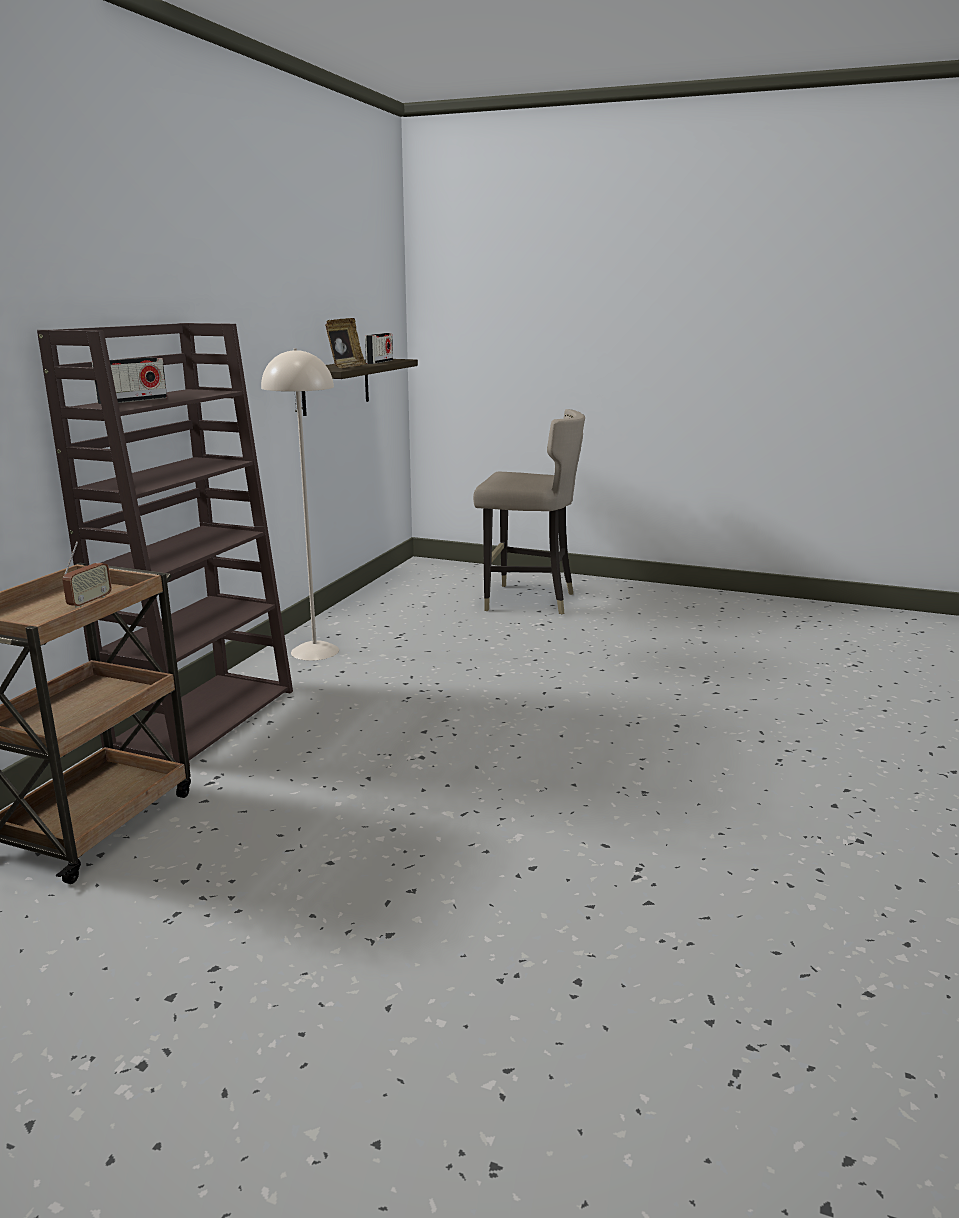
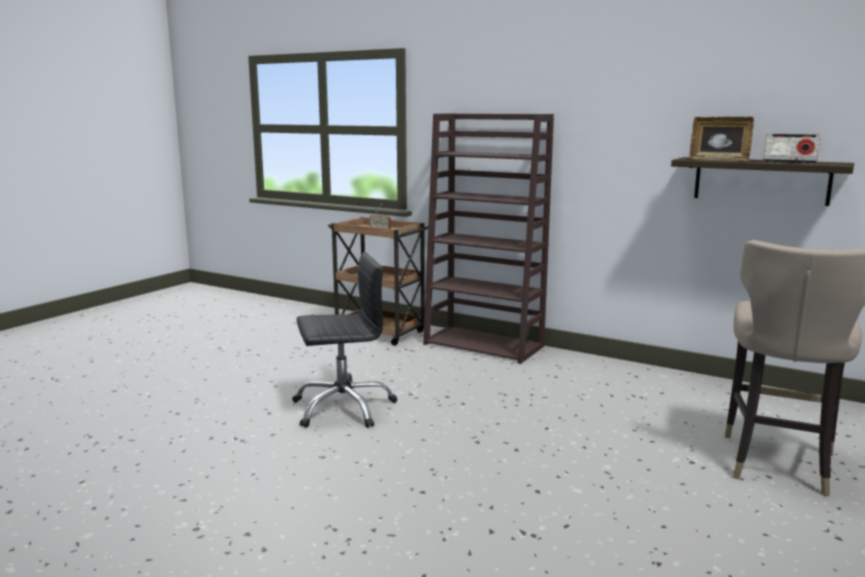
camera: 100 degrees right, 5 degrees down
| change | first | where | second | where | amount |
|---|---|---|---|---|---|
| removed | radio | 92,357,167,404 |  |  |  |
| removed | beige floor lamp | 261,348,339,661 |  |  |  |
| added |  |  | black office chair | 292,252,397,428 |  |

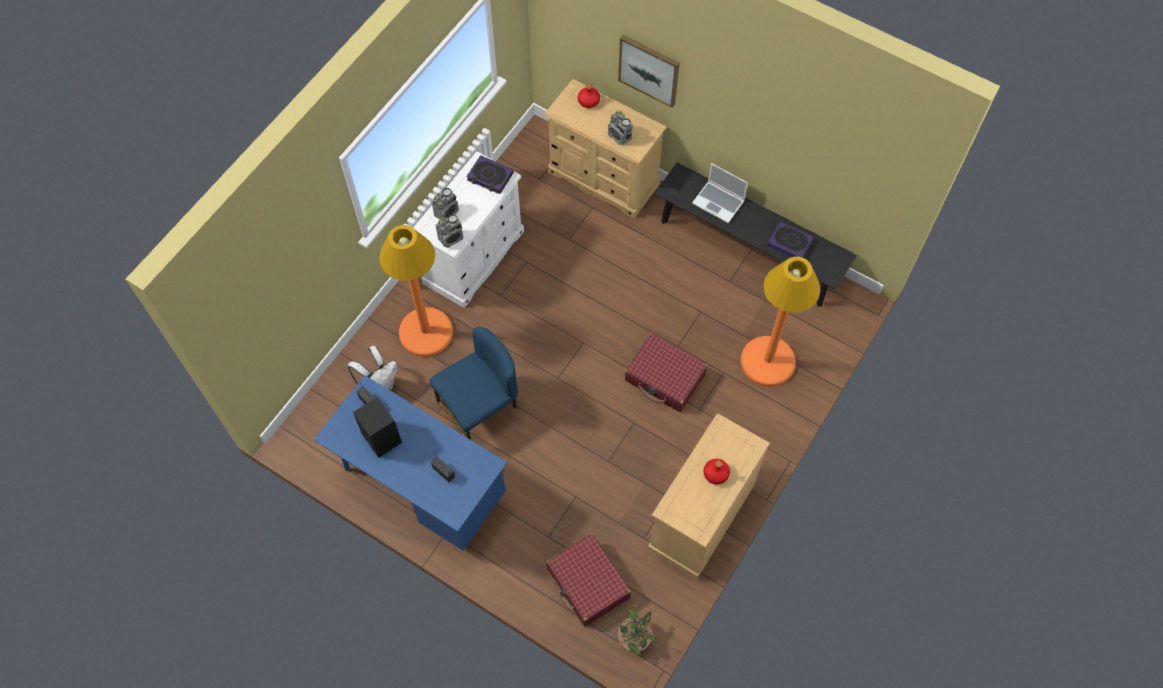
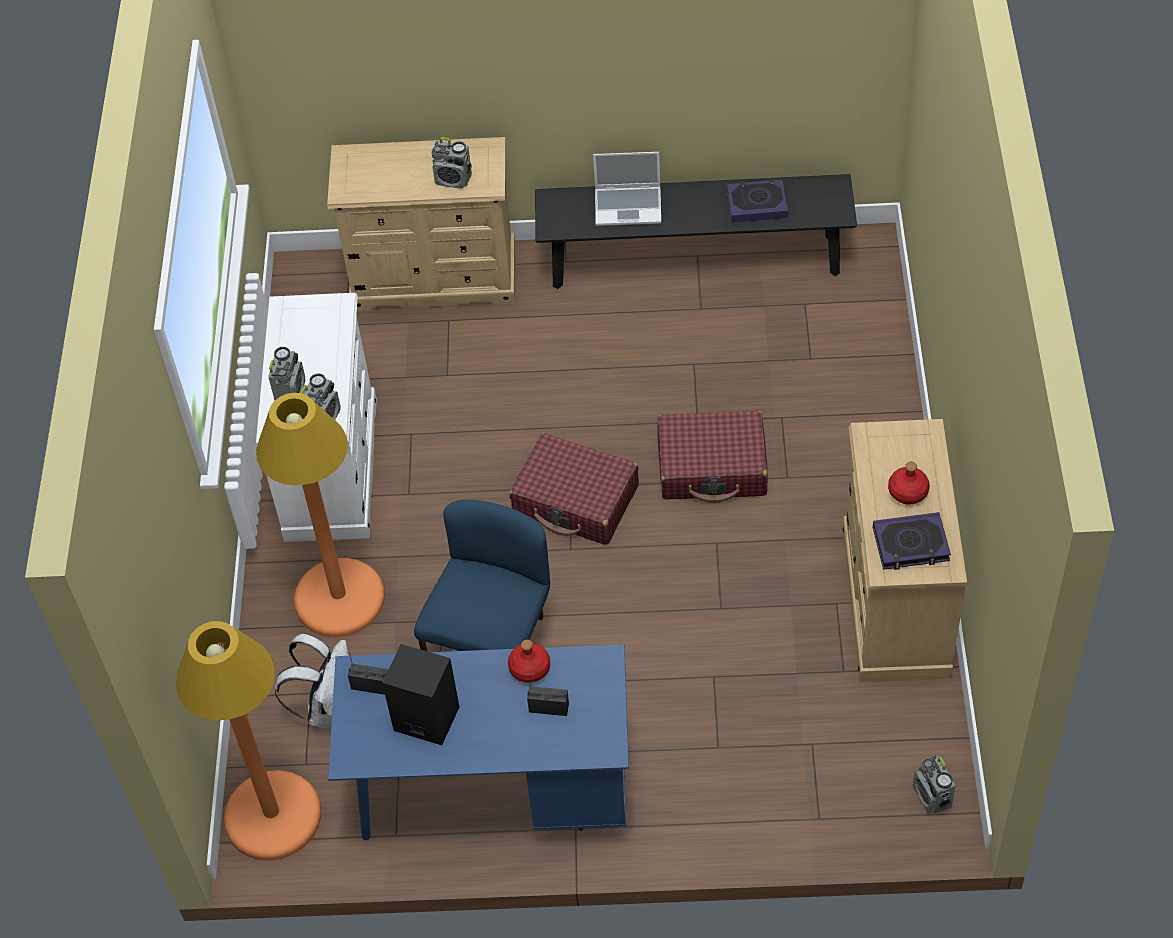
camera: 30 degrees left, 10 degrees down
| change | first | where | second | where | amount |
|---|---|---|---|---|---|
| removed | picture | 618,35,679,108 |  |  |  |
| moved | book | 467,155,514,194 |  | 873,512,951,570 |  |
| moved | red suitcase | 546,533,631,627 |  | 509,433,639,545 |  |
| moved | red bottle | 578,84,600,108 |  | 508,640,550,683 |  |
| moved | orange floor lamp | 741,257,820,387 |  | 176,621,321,861 |  |
| replaced | potted plant | 618,604,657,655 | radio | 913,755,956,814 |  |

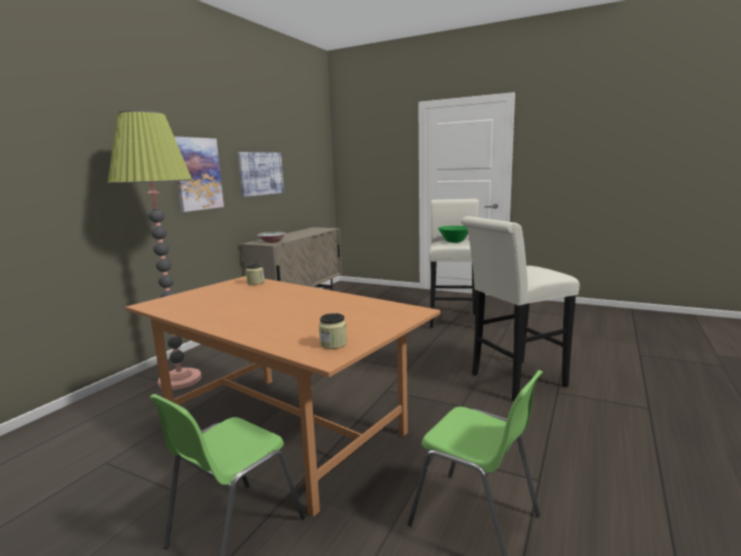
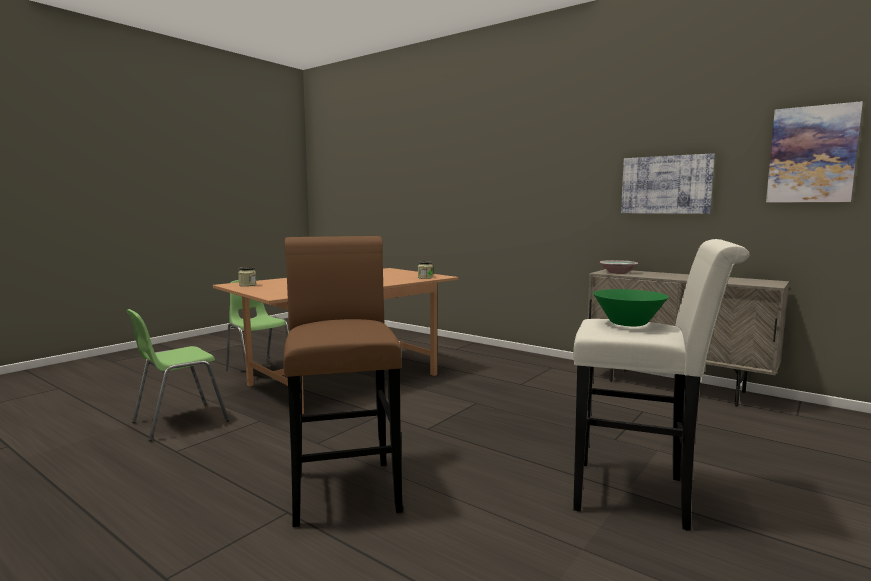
camera: 100 degrees right, 5 degrees down
| change | first | where | second | where | amount |
|---|---|---|---|---|---|
| removed | floor lamp | 107,110,202,390 |  |  |  |
| moved | picture | 174,136,224,212 |  | 766,101,863,202 |  |
| recoloured | white stool | 461,216,580,401 | brown stool | 284,236,403,527 |  |

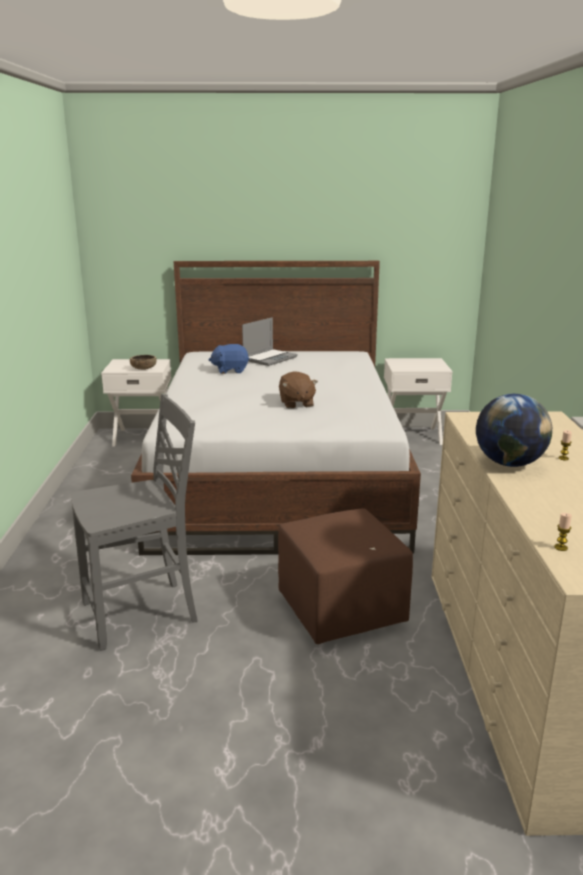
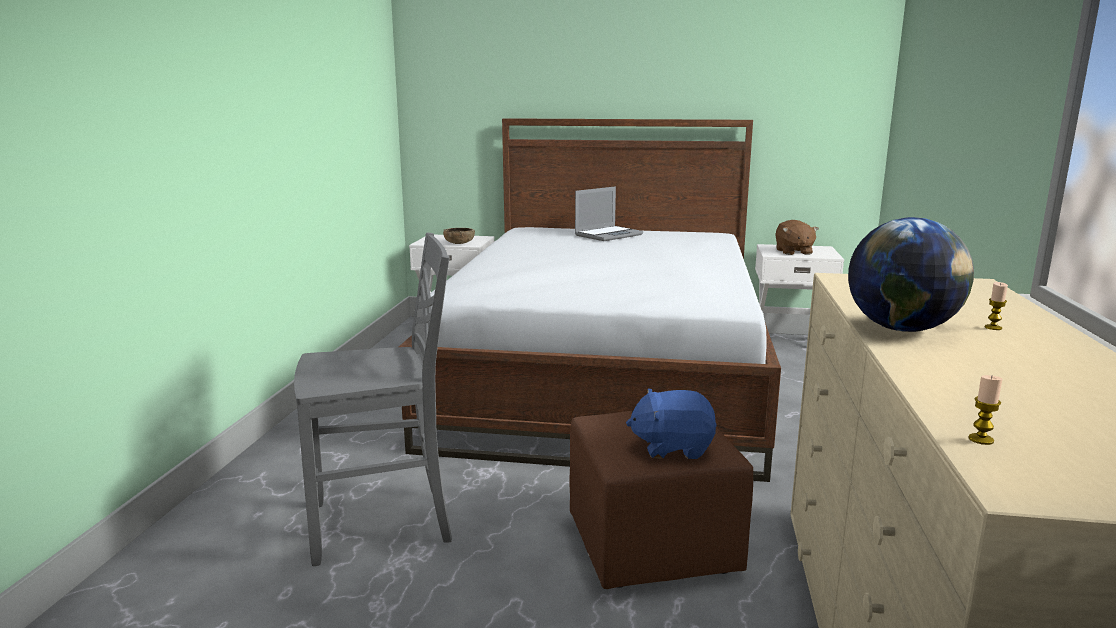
camera: 10 degrees right, 5 degrees down
| change | first | where | second | where | amount |
|---|---|---|---|---|---|
| moved | blue plush toy | 209,344,249,374 |  | 626,388,717,459 |  |
| moved | brown plush toy | 279,371,318,409 |  | 775,220,819,255 |  |

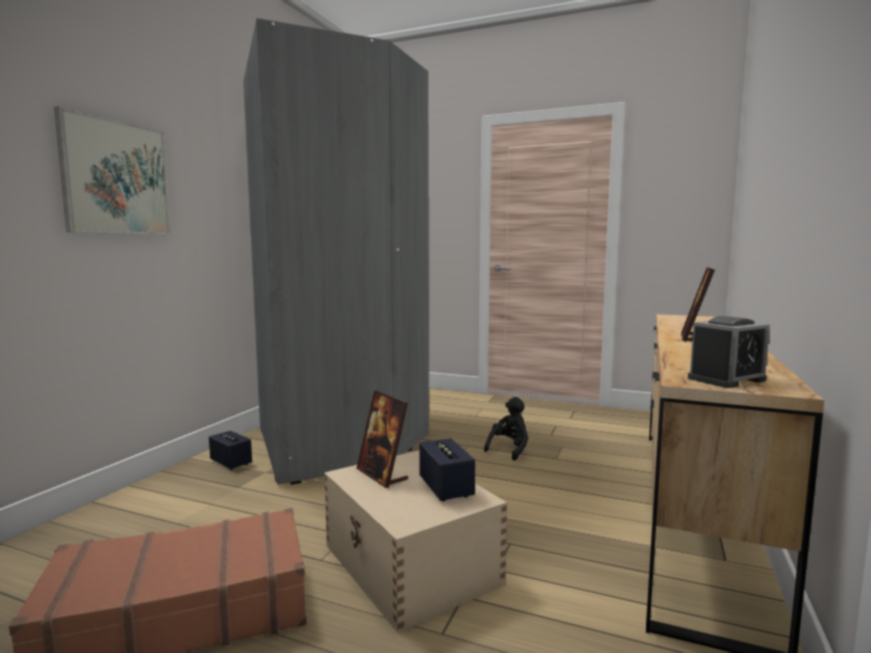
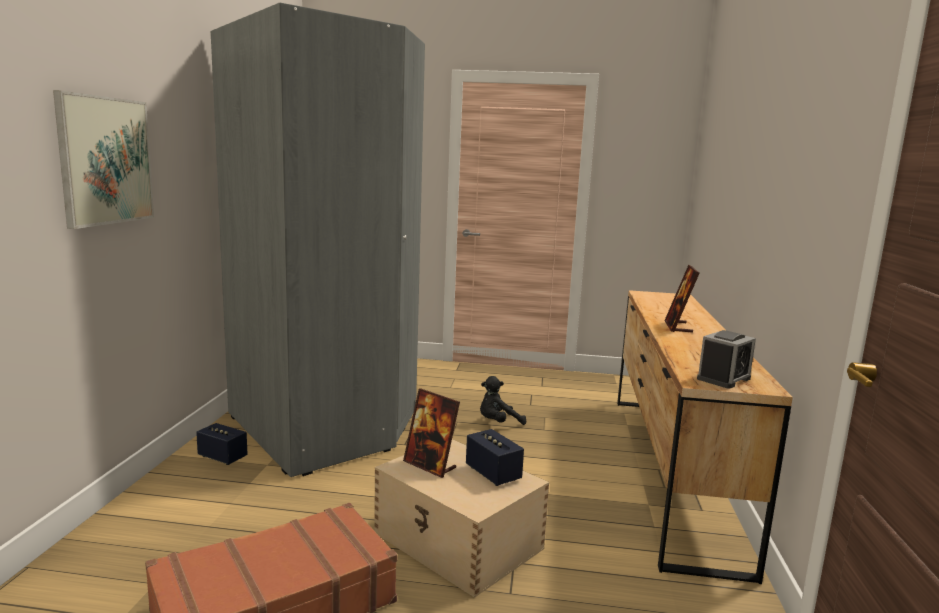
camera: 15 degrees left, 5 degrees up
| change | first | where | second | where | amount |
|---|---|---|---|---|---|
| turned | black plush toy | 484,397,528,461 |  | 480,376,526,425 | 135 degrees counterclockwise |

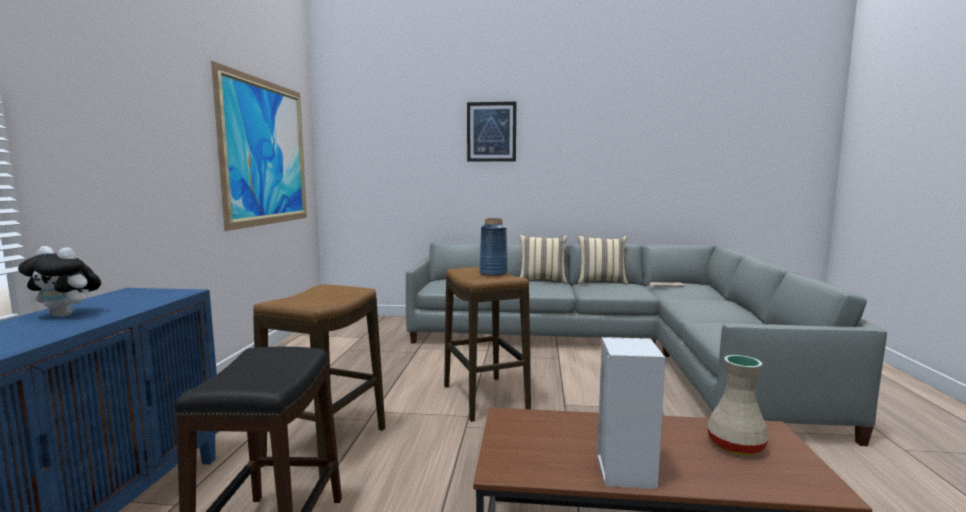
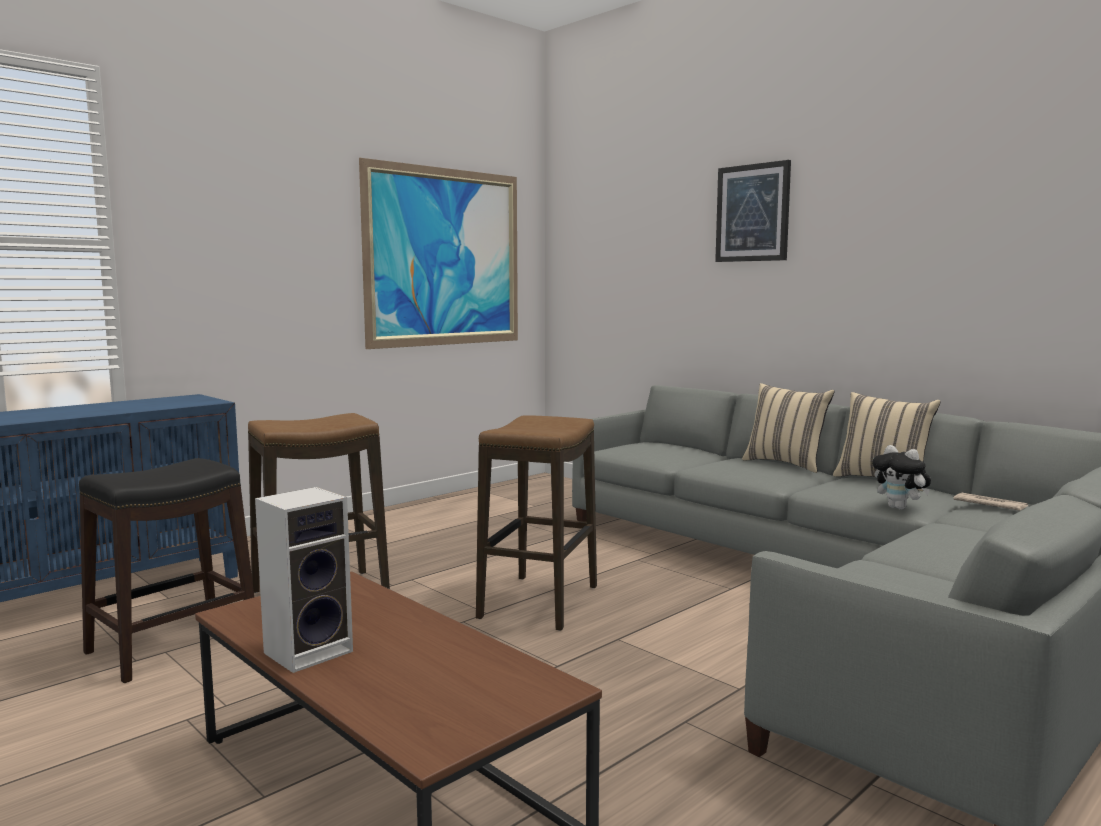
camera: 40 degrees right, 0 degrees up
| change | first | where | second | where | amount |
|---|---|---|---|---|---|
| removed | blue vase | 479,218,508,276 |  |  |  |
| removed | beige vase | 707,355,769,455 |  |  |  |
| moved | plush toy | 18,246,101,317 |  | 872,445,931,510 |  |

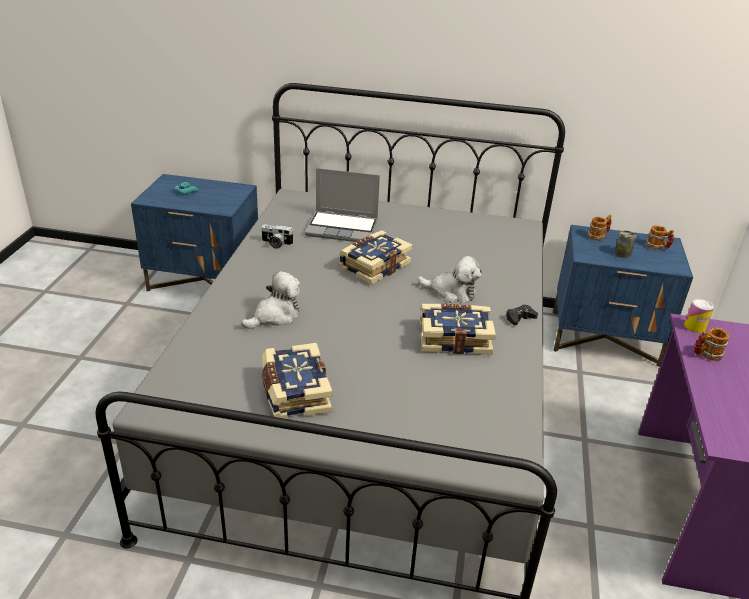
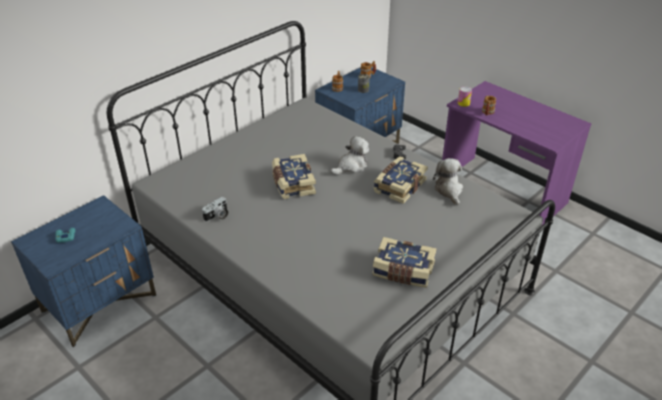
camera: 55 degrees left, 5 degrees up
| change | first | where | second | where | amount |
|---|---|---|---|---|---|
| removed | laptop | 305,168,380,242 |  |  |  |
| moved | plush toy | 241,271,300,329 |  | 433,158,463,205 |  |

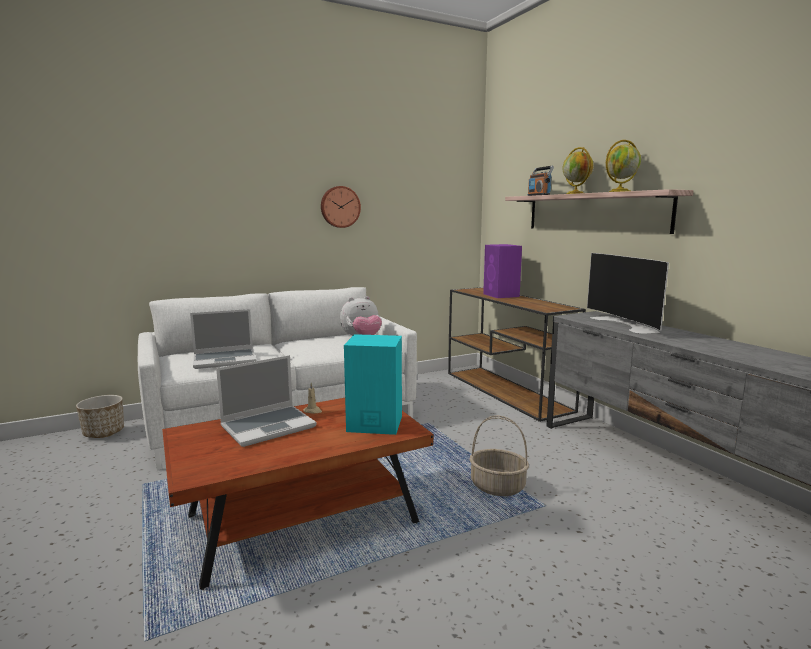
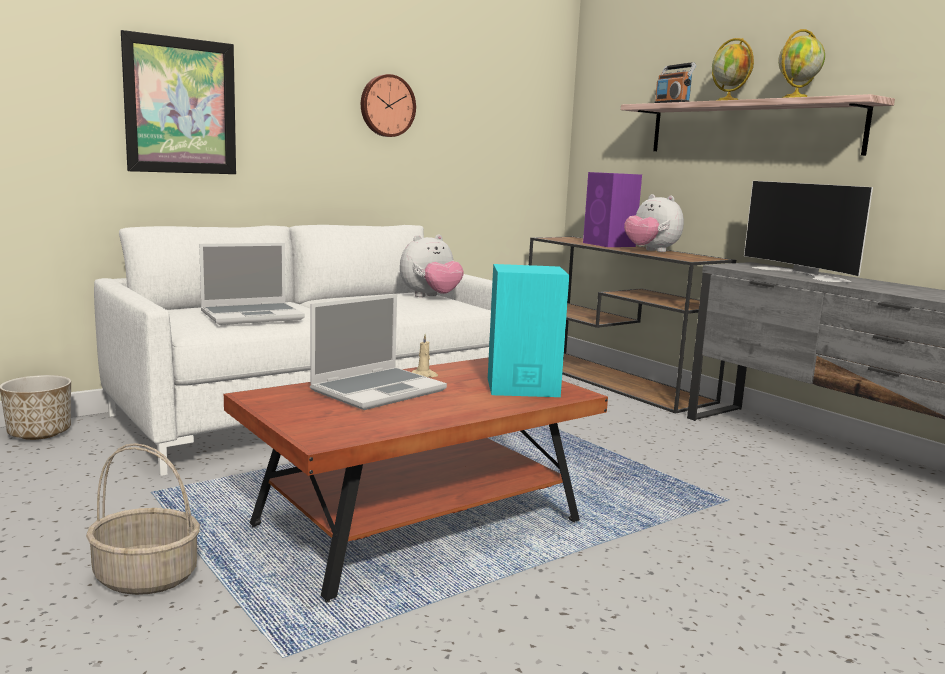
camera: 10 degrees left, 0 degrees up
| change | first | where | second | where | amount |
|---|---|---|---|---|---|
| added |  |  | picture | 121,30,236,174 |  |
| added |  |  | plush toy | 624,194,684,252 |  |
| moved | basket | 470,415,529,496 |  | 86,443,200,595 |  |

